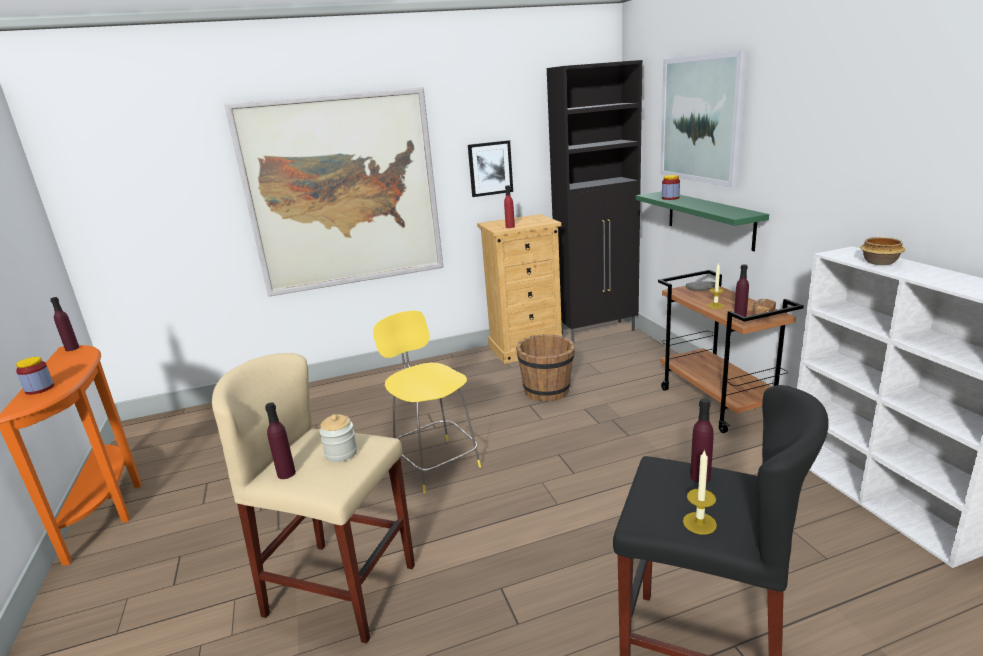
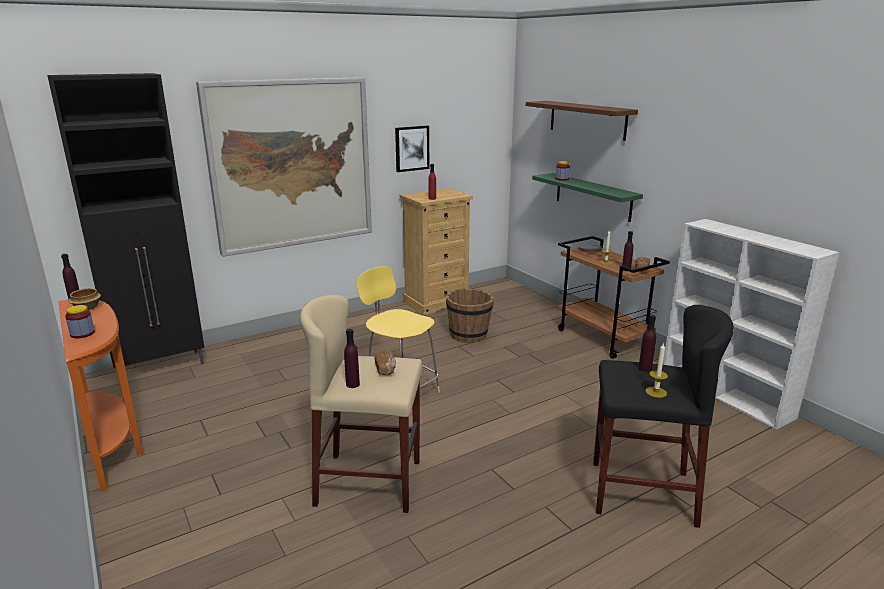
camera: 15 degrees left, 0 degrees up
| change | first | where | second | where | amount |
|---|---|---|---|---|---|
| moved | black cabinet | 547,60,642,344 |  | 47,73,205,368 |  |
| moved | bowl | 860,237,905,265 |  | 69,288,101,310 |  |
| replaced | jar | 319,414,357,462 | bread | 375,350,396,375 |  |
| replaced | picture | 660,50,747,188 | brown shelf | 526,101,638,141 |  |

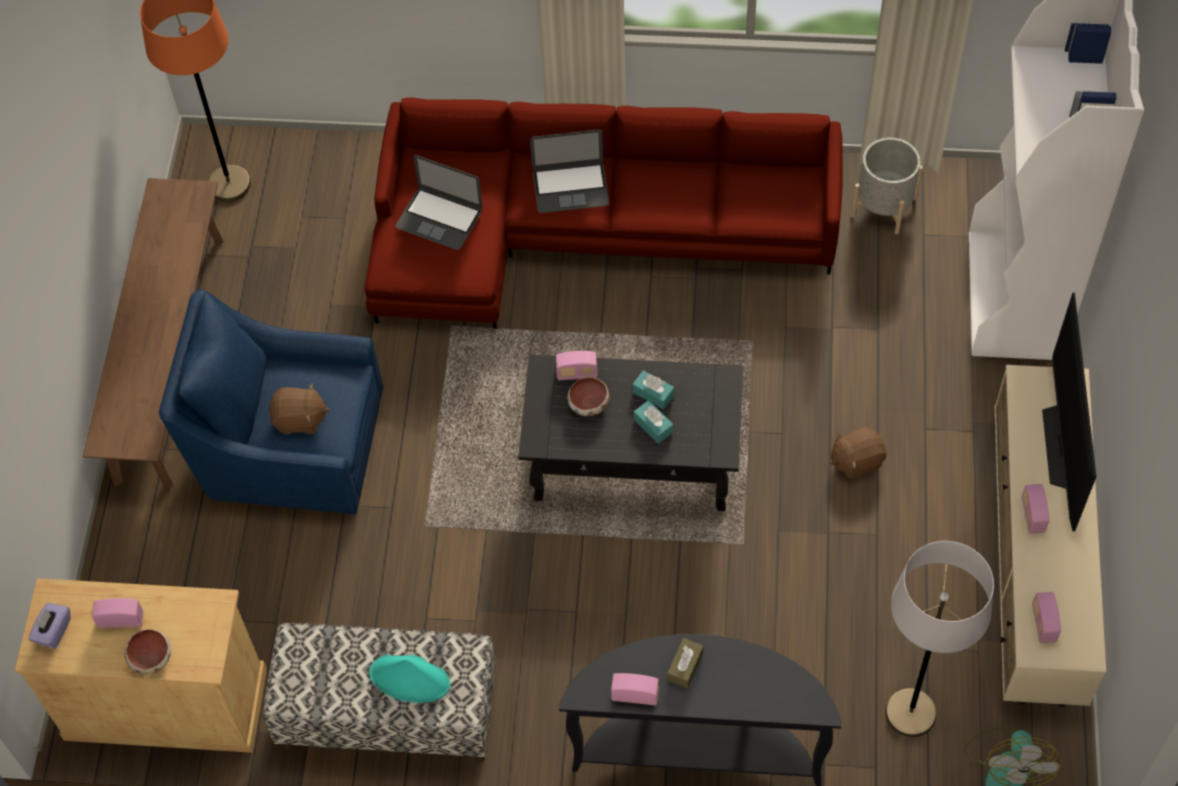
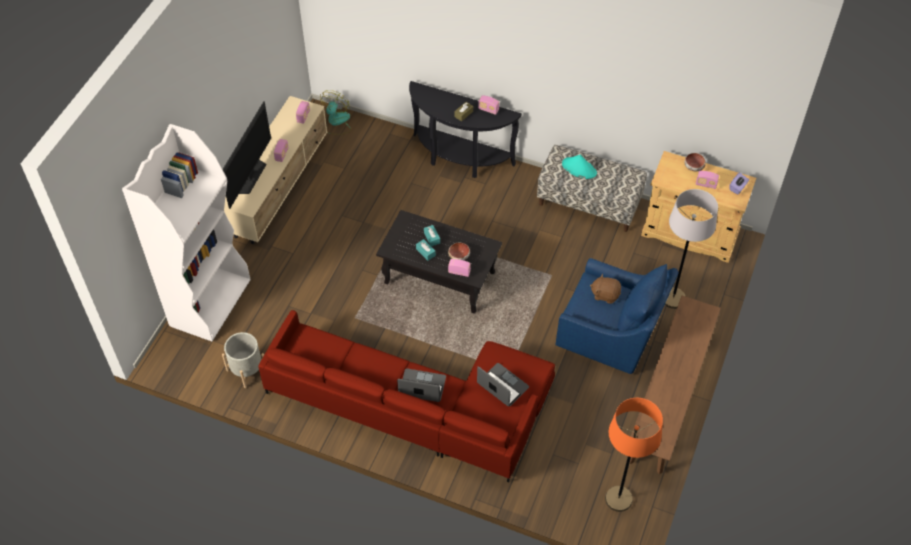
camera: 165 degrees left, 5 degrees down
| change | first | where | second | where | amount |
|---|---|---|---|---|---|
| removed | brown plush toy | 830,427,887,480 |  |  |  |
| moved | grey floor lamp | 885,541,994,737 |  | 665,189,718,309 |  |

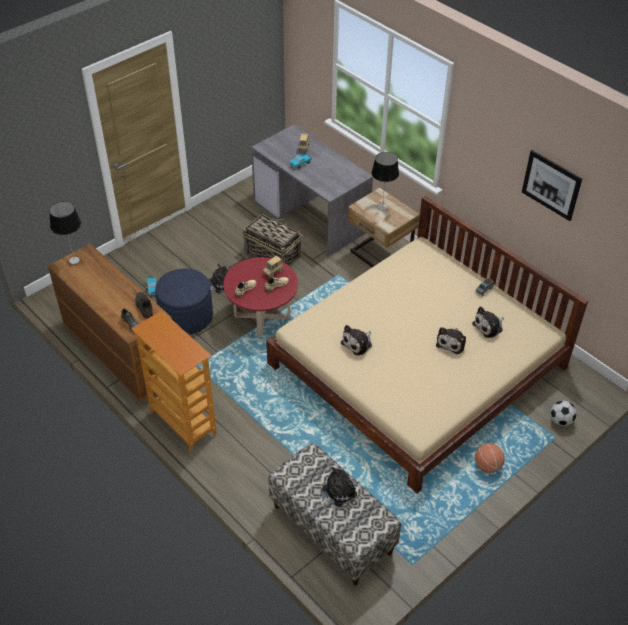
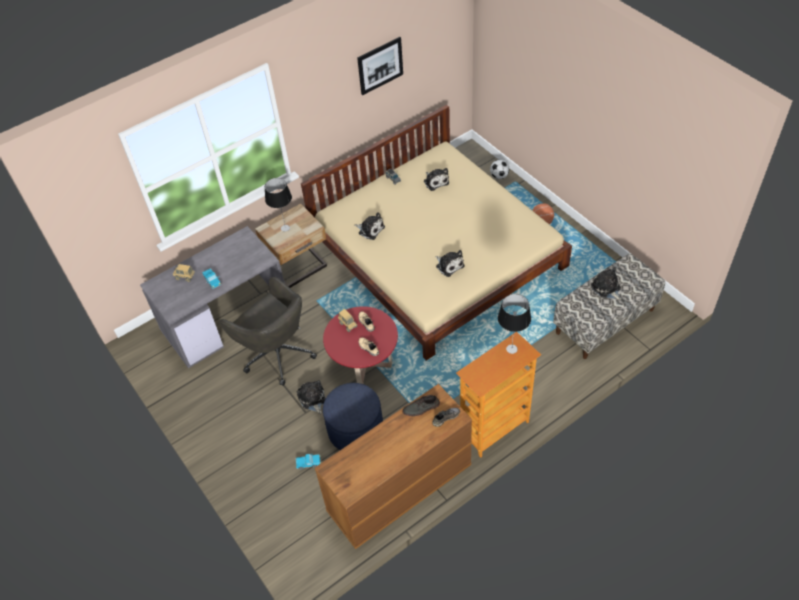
camera: 80 degrees left, 5 degrees up
| change | first | where | second | where | amount |
|---|---|---|---|---|---|
| moved | table lamp | 49,201,81,264 |  | 498,294,531,354 |  |
| moved | plush toy | 436,327,466,354 |  | 354,212,385,240 |  |
| replaced | basket | 243,211,302,265 | grey office chair | 219,277,317,386 |  |

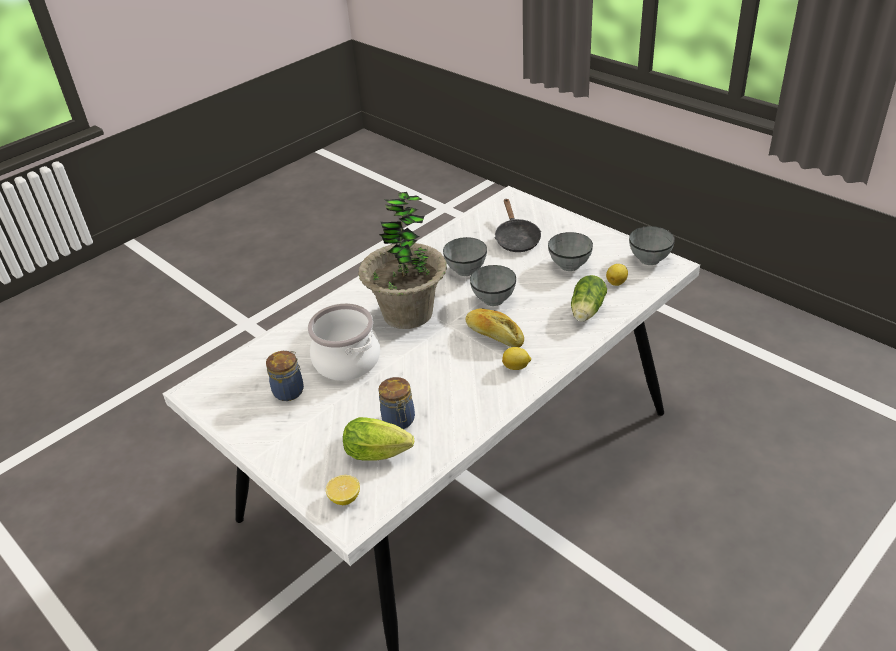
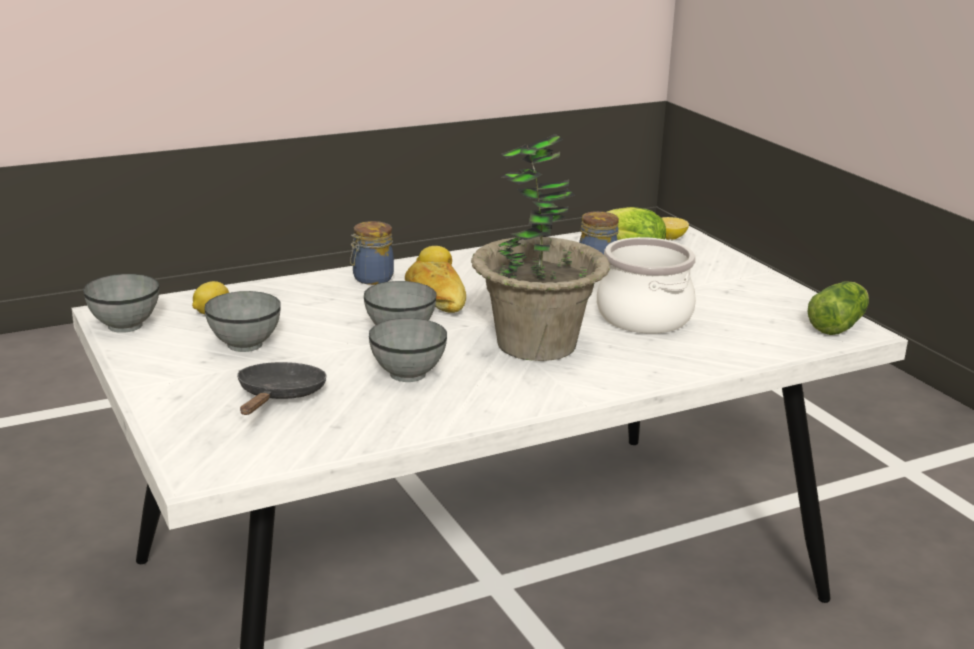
camera: 165 degrees left, 15 degrees down
| change | first | where | second | where | amount |
|---|---|---|---|---|---|
| moved | jar | 266,351,304,401 |  | 350,221,394,285 |  |
| moved | lettuce | 571,275,607,321 |  | 807,281,869,335 |  |

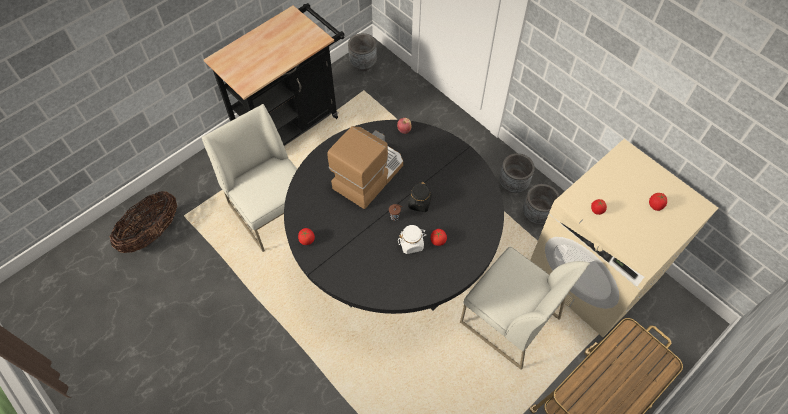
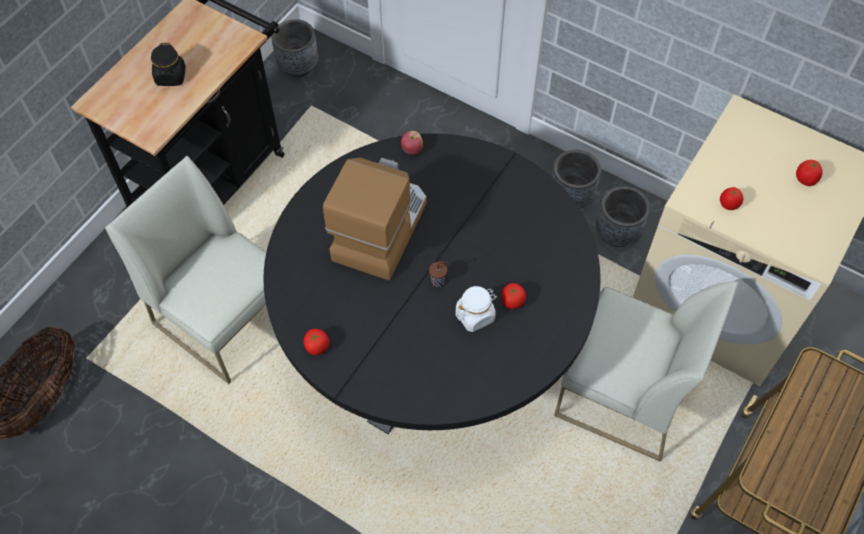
camera: 15 degrees left, 0 degrees up
| change | first | where | second | where | amount |
|---|---|---|---|---|---|
| moved | black jar | 408,182,432,212 |  | 151,43,186,86 |  |

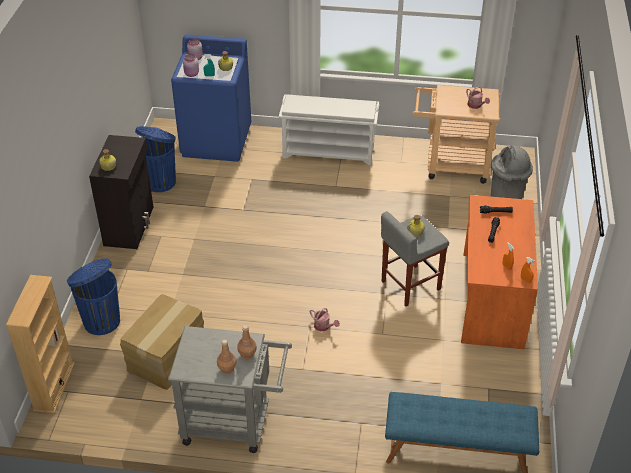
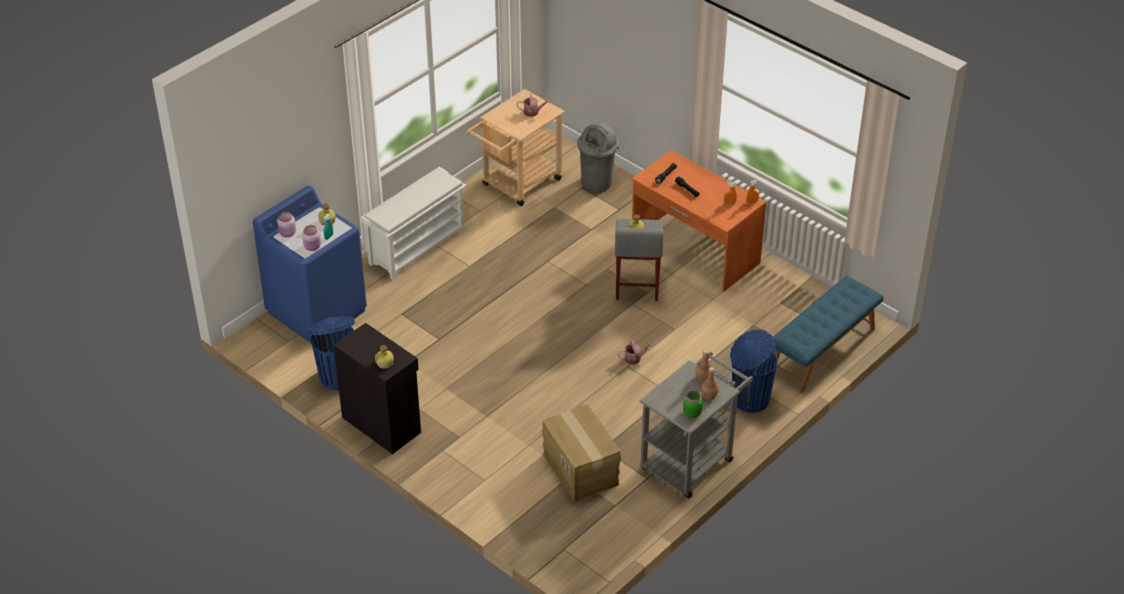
camera: 55 degrees left, 0 degrees up
| change | first | where | second | where | amount |
|---|---|---|---|---|---|
| removed | beige bookcase | 6,275,75,414 |  |  |  |
| added |  |  | green jar | 683,391,703,418 |  |
| moved | blue trash can | 67,258,120,335 |  | 730,329,778,413 |  |

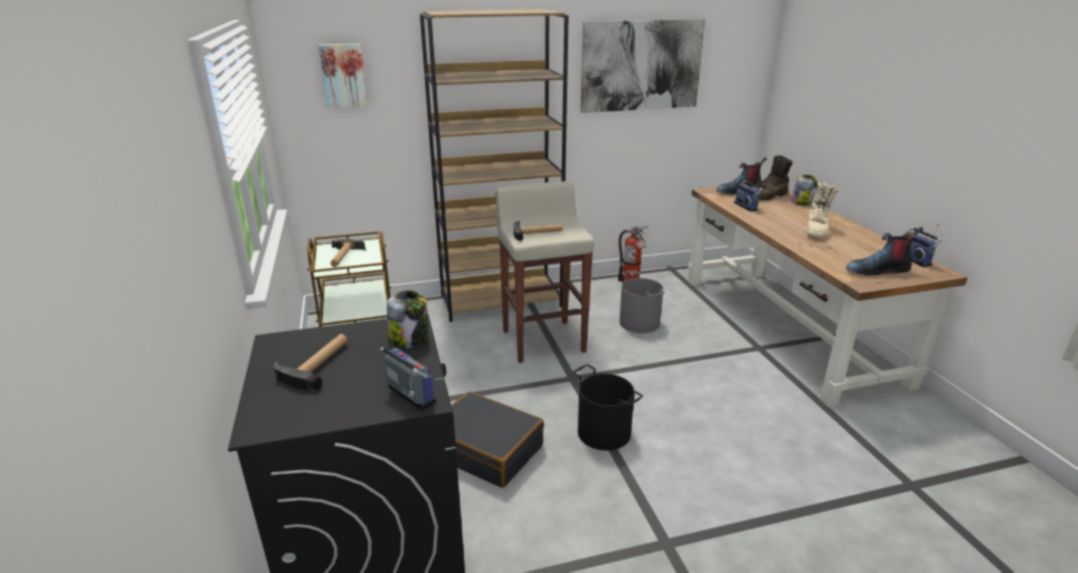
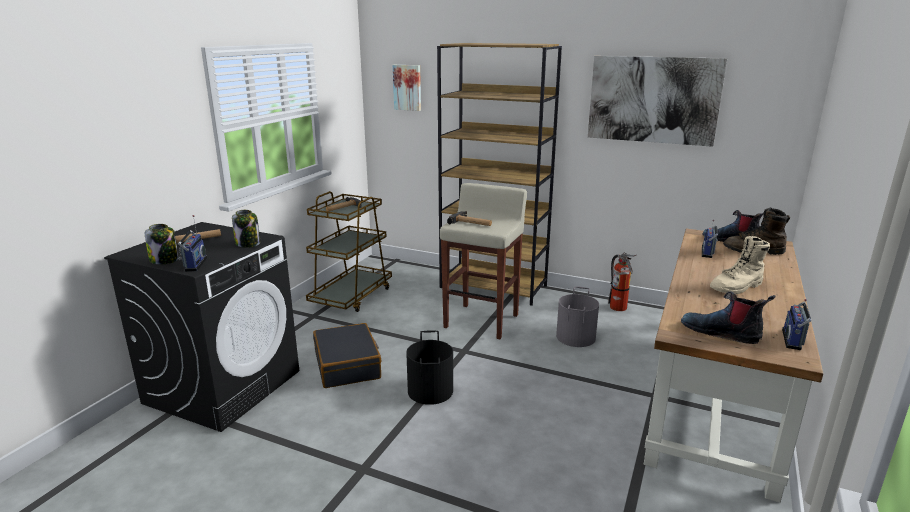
camera: 40 degrees right, 5 degrees down
| change | first | where | second | where | amount |
|---|---|---|---|---|---|
| moved | jar | 791,175,817,206 |  | 145,224,179,264 |  |

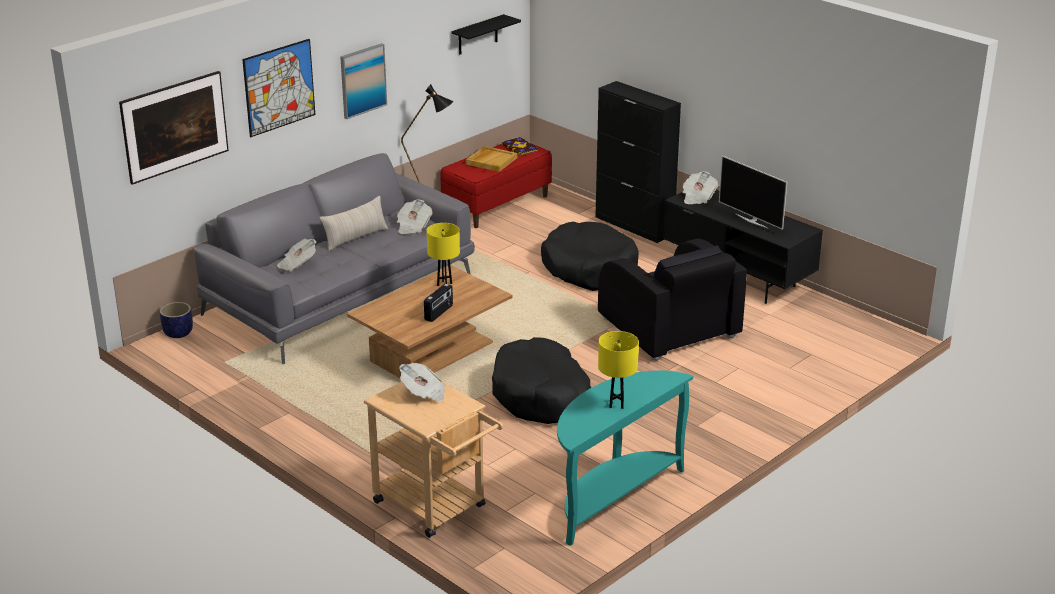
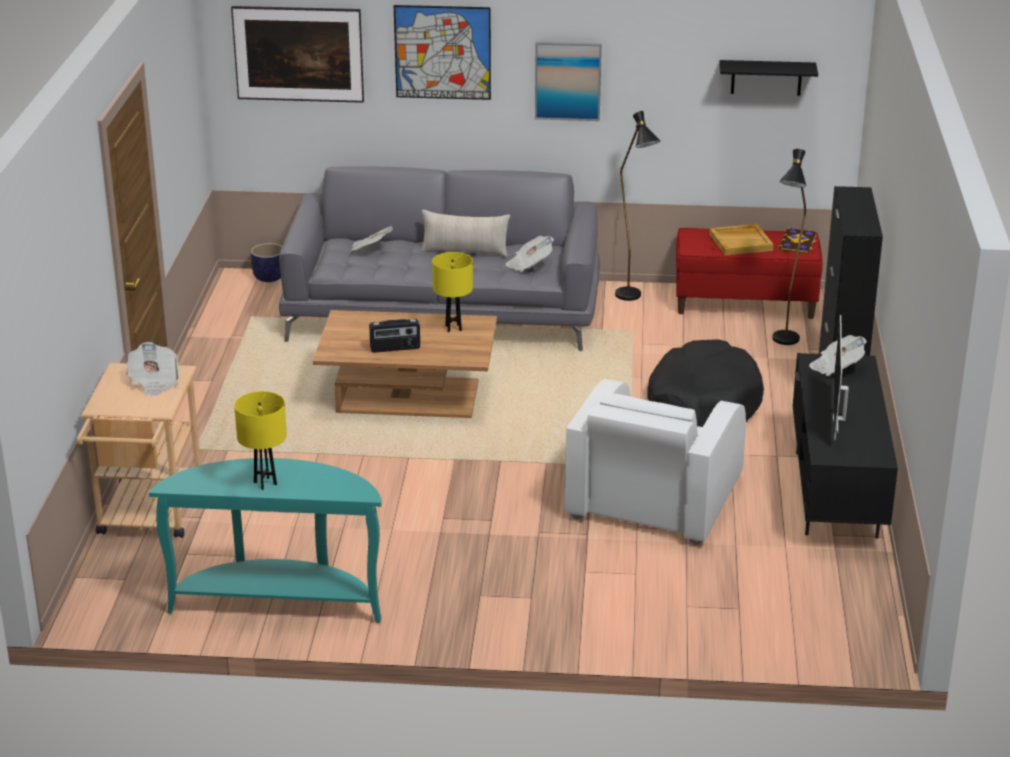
camera: 50 degrees right, 0 degrees up
| change | first | where | second | where | amount |
|---|---|---|---|---|---|
| removed | black dog bed | 492,337,591,424 |  |  |  |
| added |  |  | black floor lamp | 772,149,806,345 |  |
| recoloured | black armchair | 598,238,747,361 | white armchair | 565,379,746,545 |  |

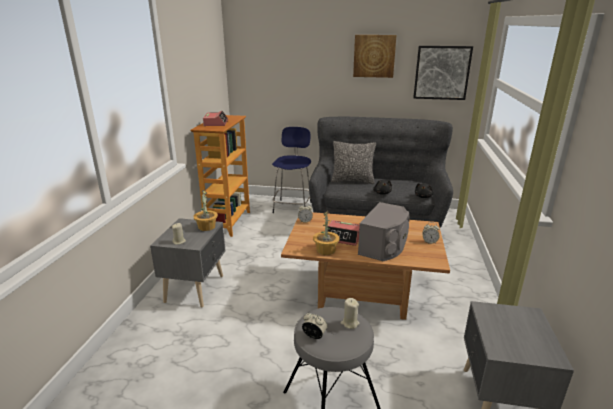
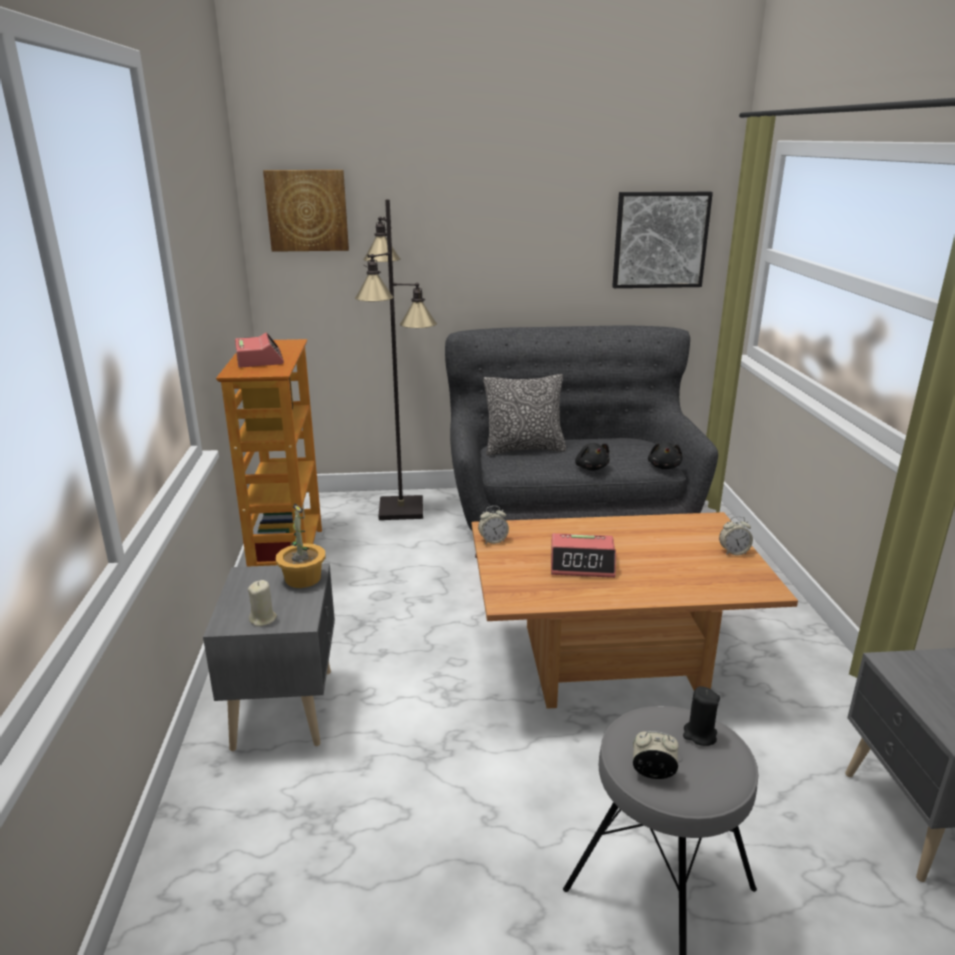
camera: 15 degrees left, 0 degrees up
| change | first | where | second | where | amount |
|---|---|---|---|---|---|
| removed | potted plant | 313,210,340,255 |  |  |  |
| removed | grey speaker | 358,202,410,261 |  |  |  |
| moved | picture | 353,35,397,78 |  | 263,170,349,252 |  |
| replaced | blue stool | 272,127,311,213 | black floor lamp | 355,199,437,520 |  |
| recoloured | beige candle | 341,298,359,329 | black candle | 683,686,720,746 |  |

